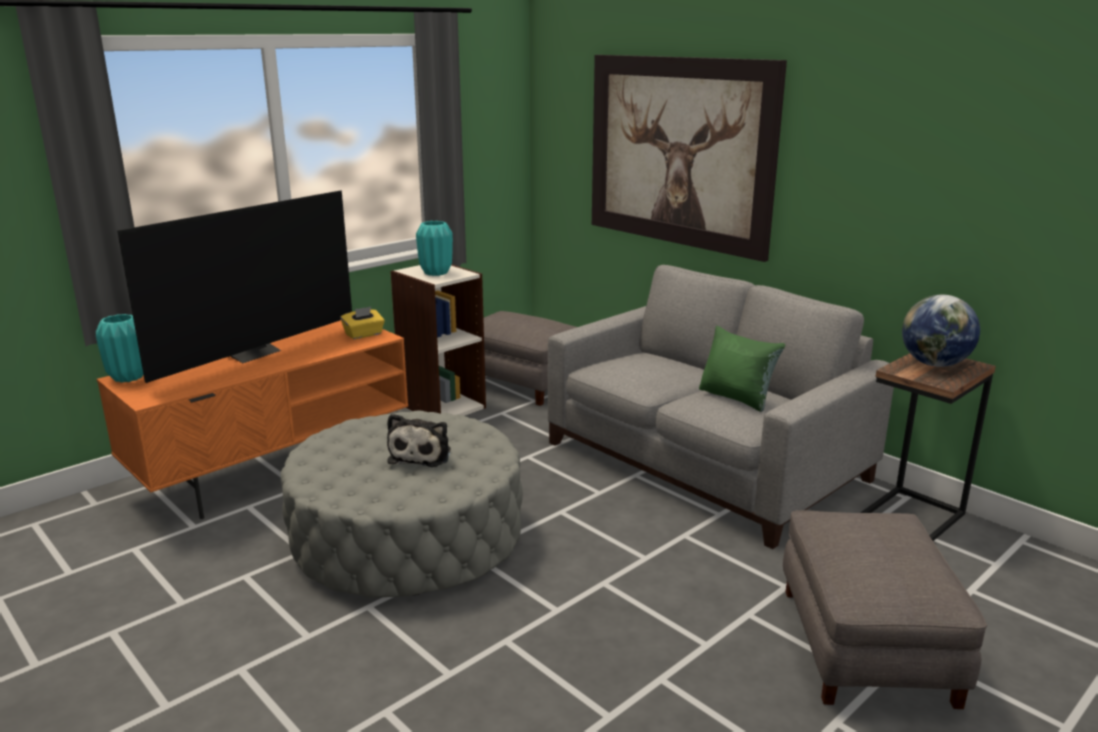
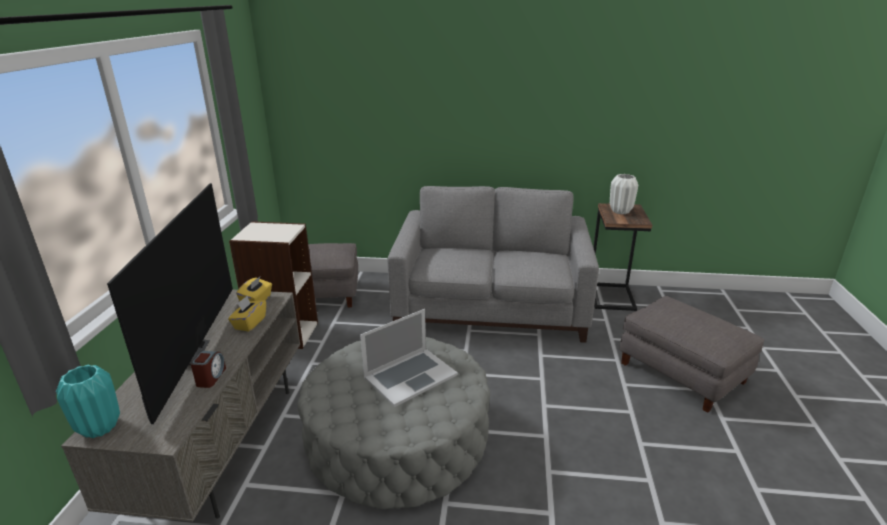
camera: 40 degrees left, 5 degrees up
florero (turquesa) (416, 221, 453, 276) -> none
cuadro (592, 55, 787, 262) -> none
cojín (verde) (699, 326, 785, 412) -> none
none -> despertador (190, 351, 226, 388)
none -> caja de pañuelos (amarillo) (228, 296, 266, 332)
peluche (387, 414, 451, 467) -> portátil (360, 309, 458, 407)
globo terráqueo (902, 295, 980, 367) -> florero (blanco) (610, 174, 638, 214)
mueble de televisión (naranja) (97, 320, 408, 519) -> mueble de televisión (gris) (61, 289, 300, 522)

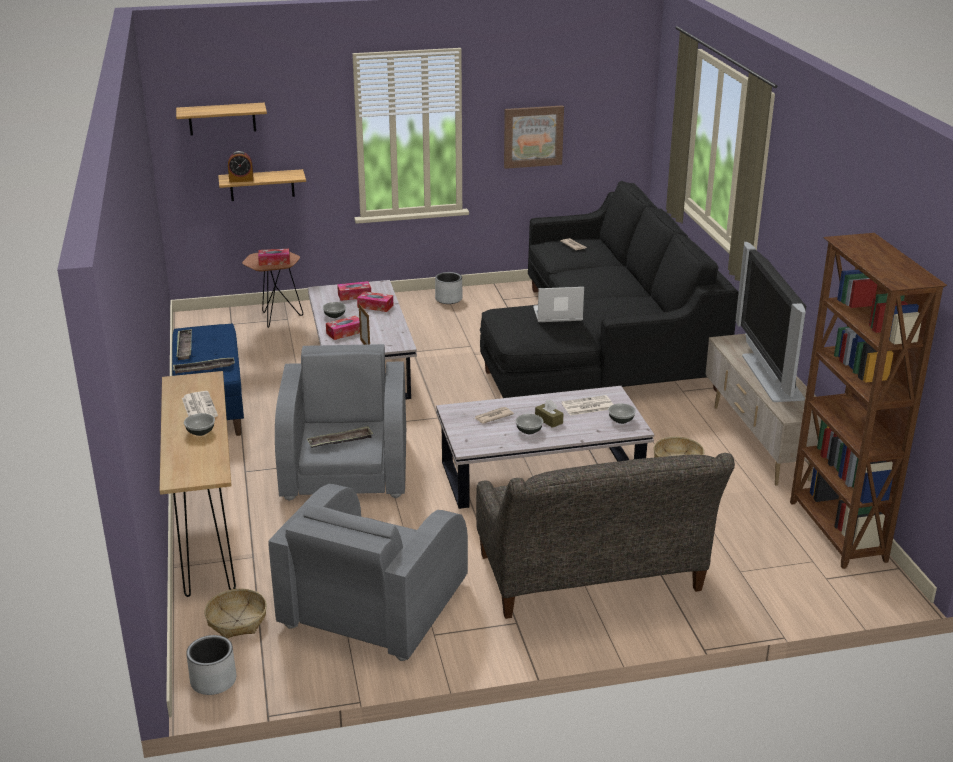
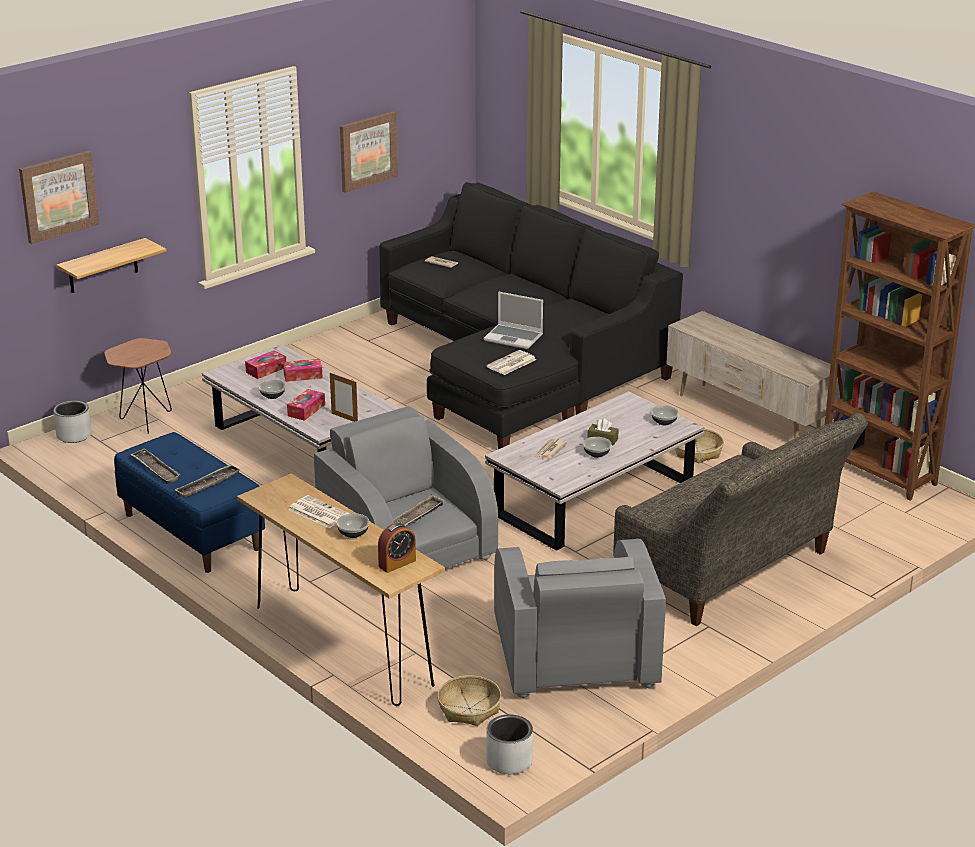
camera: 30 degrees left, 0 degrees up
caja de pañuelos (258, 249, 290, 266) -> none
televisor (736, 242, 806, 402) -> none
despertador (228, 151, 254, 182) -> despertador (378, 523, 416, 573), move
maceta (gris) (435, 272, 463, 304) -> maceta (gris) (53, 401, 92, 443), move
periódico (562, 395, 614, 416) -> periódico (486, 350, 536, 375), move
estante (176, 103, 267, 135) -> cuadro (19, 151, 99, 244)
portátil (533, 287, 584, 322) -> portátil (484, 291, 543, 349), 120 degrees counterclockwise

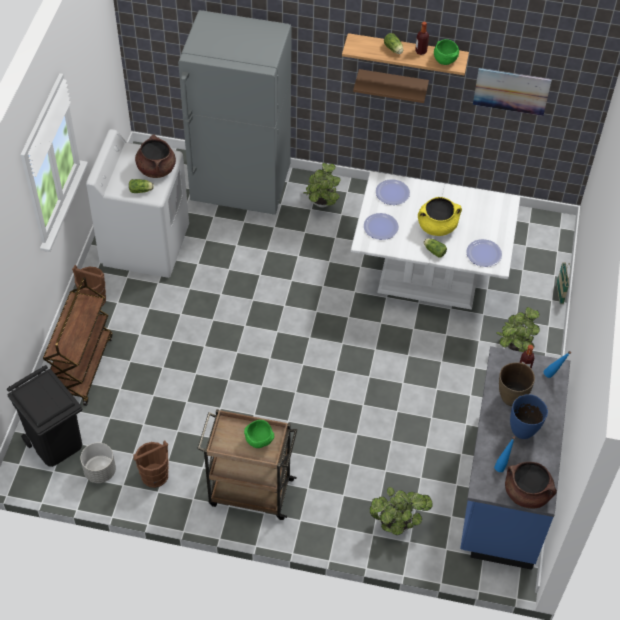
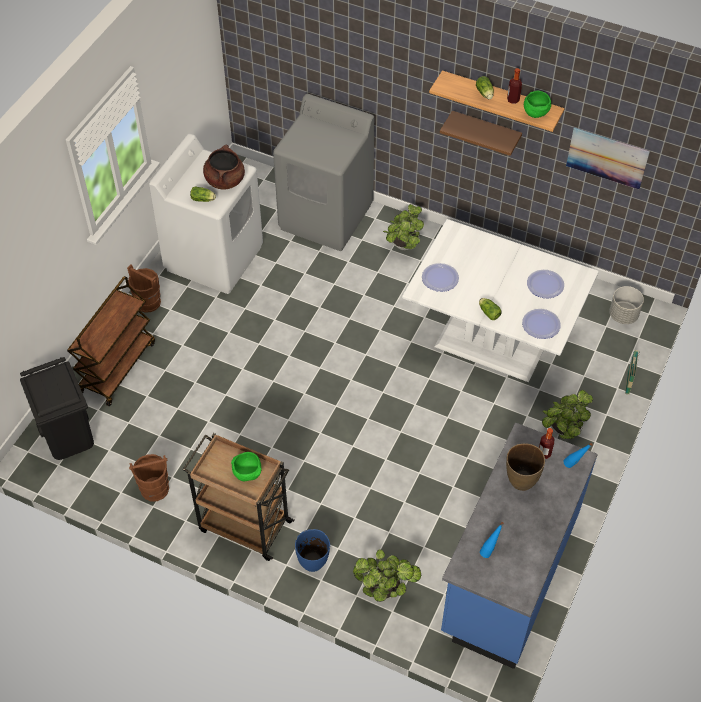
camera: 15 degrees right, 0 degrees up
olla (amarillo) (418, 197, 462, 236) -> none
olla (marrón) (505, 462, 557, 508) -> none
maceta (gris) (80, 443, 116, 483) -> maceta (gris) (609, 286, 644, 324), move
plato (376, 179, 410, 205) -> plato (527, 270, 564, 298), move
florero (azul) (510, 394, 548, 439) -> florero (azul) (295, 529, 330, 572), move
nevera (gris) (178, 10, 292, 215) -> lavadora (gris) (273, 94, 374, 251)

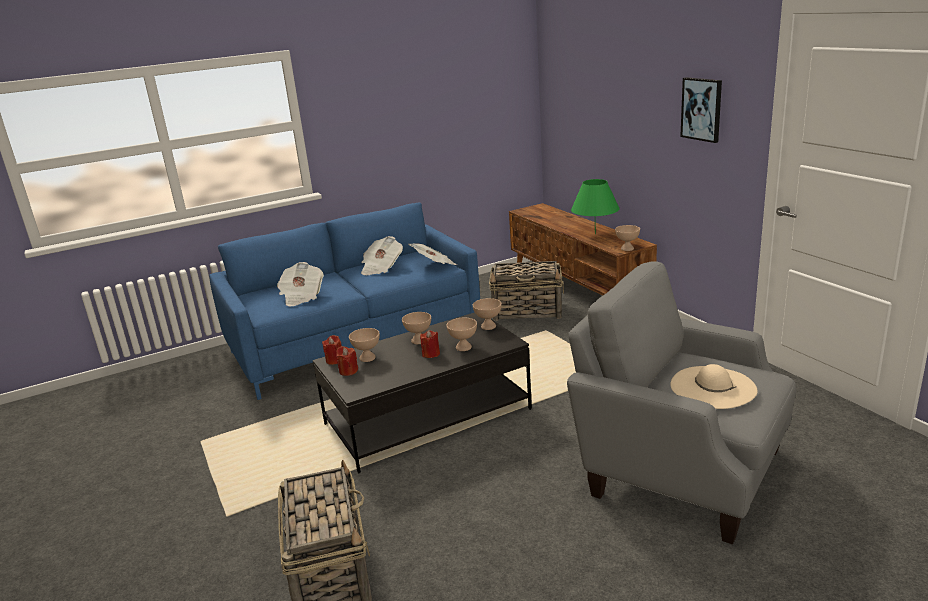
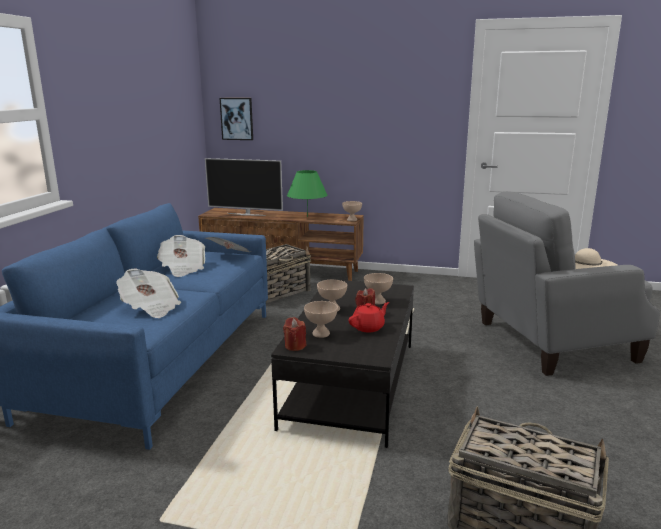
camera: 50 degrees left, 5 degrees down
vela (rojo) (336, 346, 358, 376) -> none
cuenco (beis) (473, 298, 502, 330) -> none
none -> televisor (205, 158, 283, 216)
none -> tetera (rojo) (349, 302, 389, 332)
cuadro (680, 77, 722, 143) -> cuadro (219, 98, 253, 140), move

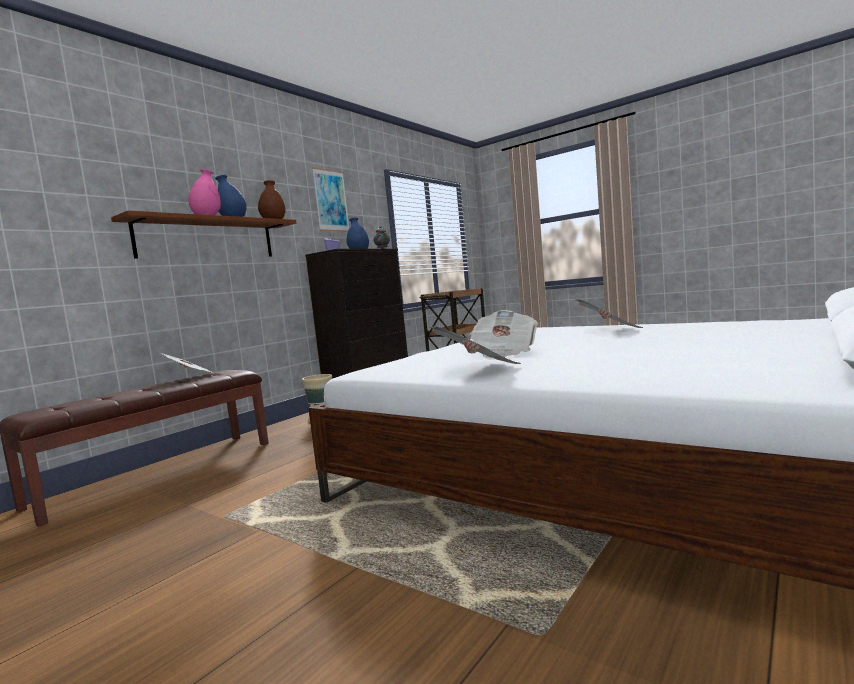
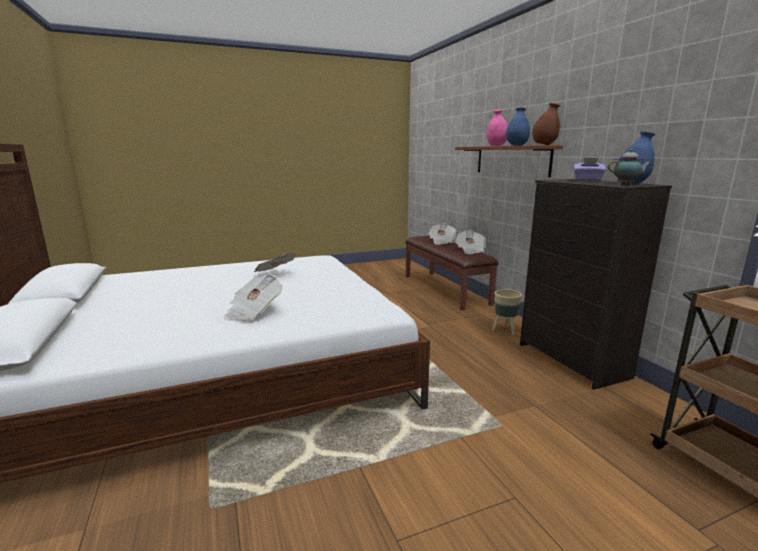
camera: 120 degrees right, 10 degrees up
cuadro (312, 167, 349, 232) -> none
periódico (430, 327, 521, 364) -> periódico (428, 223, 457, 245), move

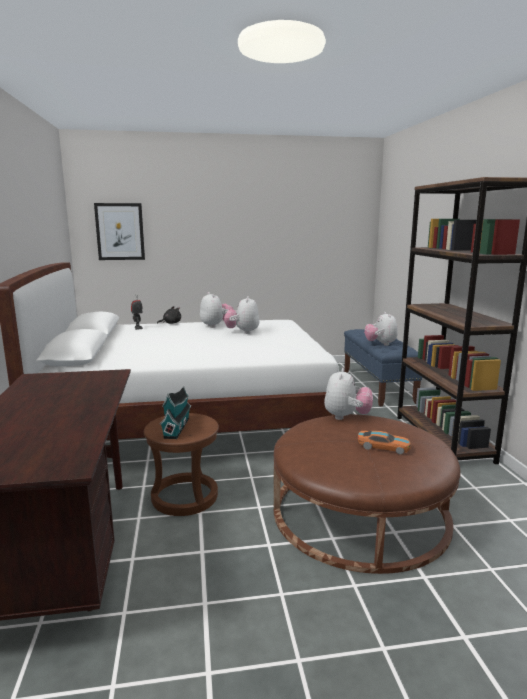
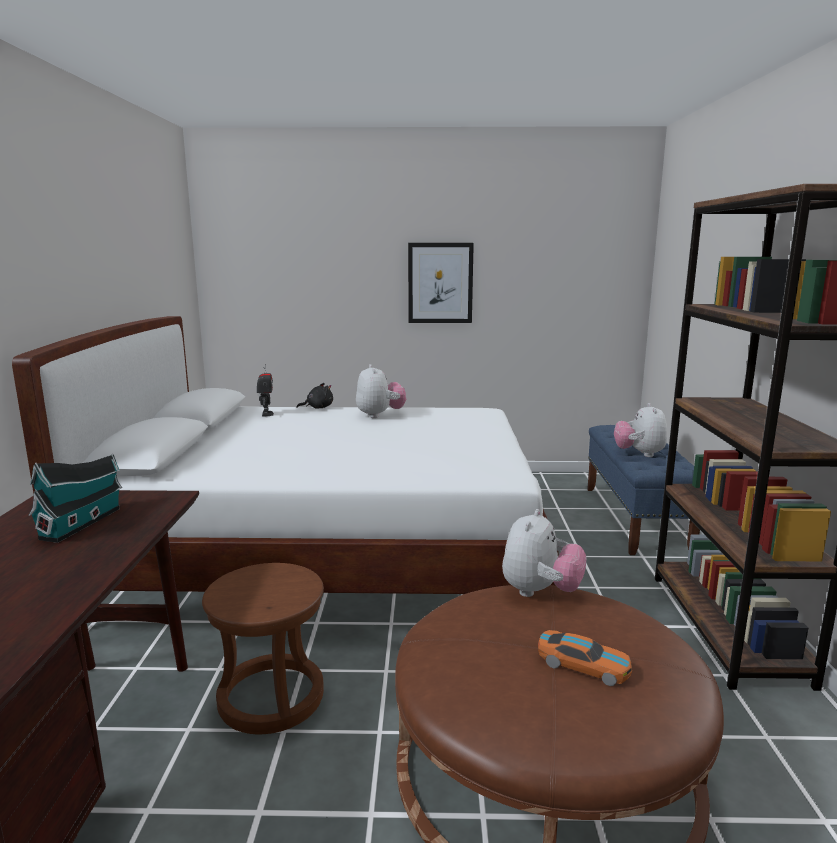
camera: 10 degrees right, 0 degrees up
peluche (224, 296, 259, 334) -> none
cuadro (94, 203, 145, 260) -> cuadro (408, 243, 474, 323), move
casita (160, 386, 191, 439) -> casita (28, 454, 122, 543), move

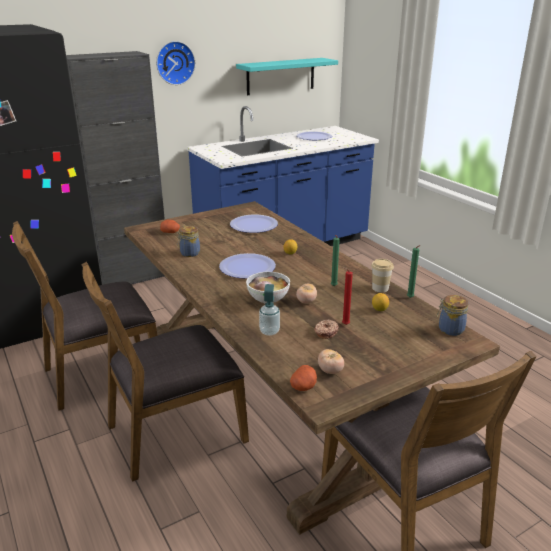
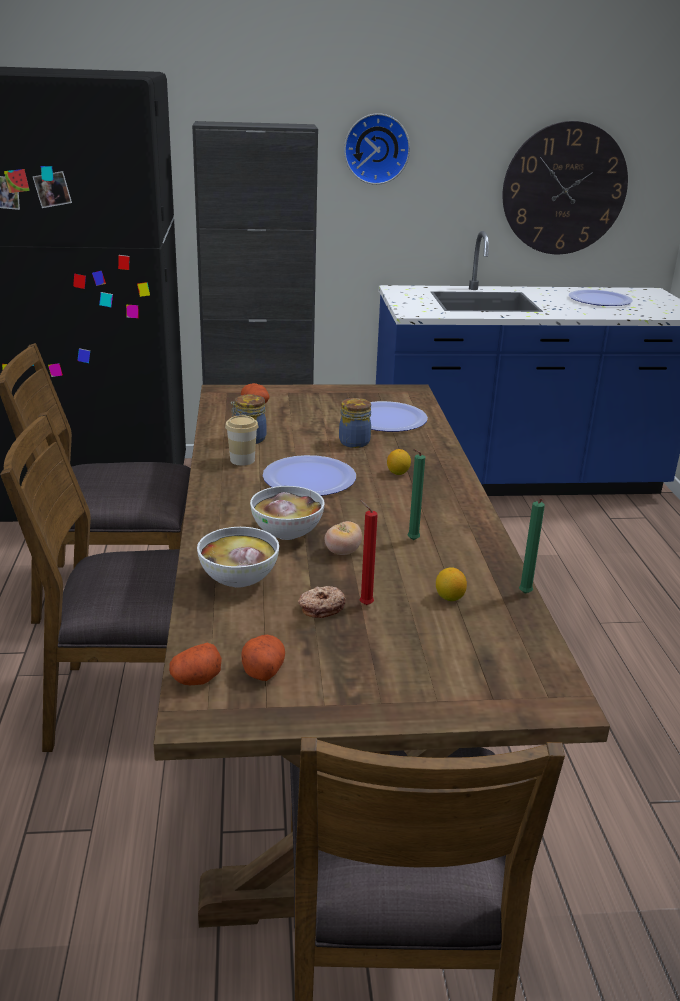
camera: 25 degrees right, 0 degrees up
taza (371, 259, 394, 292) -> taza (225, 415, 258, 466), move
tarro (437, 295, 468, 336) -> tarro (339, 398, 371, 448), move
estante (turquesa) (236, 58, 338, 95) -> reloj de pared (503, 121, 628, 254)
dispensador de jabón (259, 284, 280, 336) -> cuenco (197, 527, 279, 588)
tomate (318, 349, 344, 374) -> patata (241, 635, 285, 681)

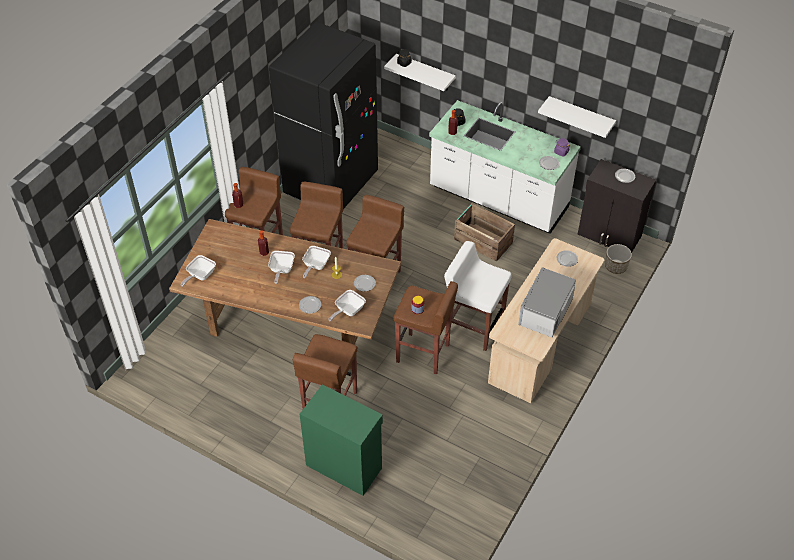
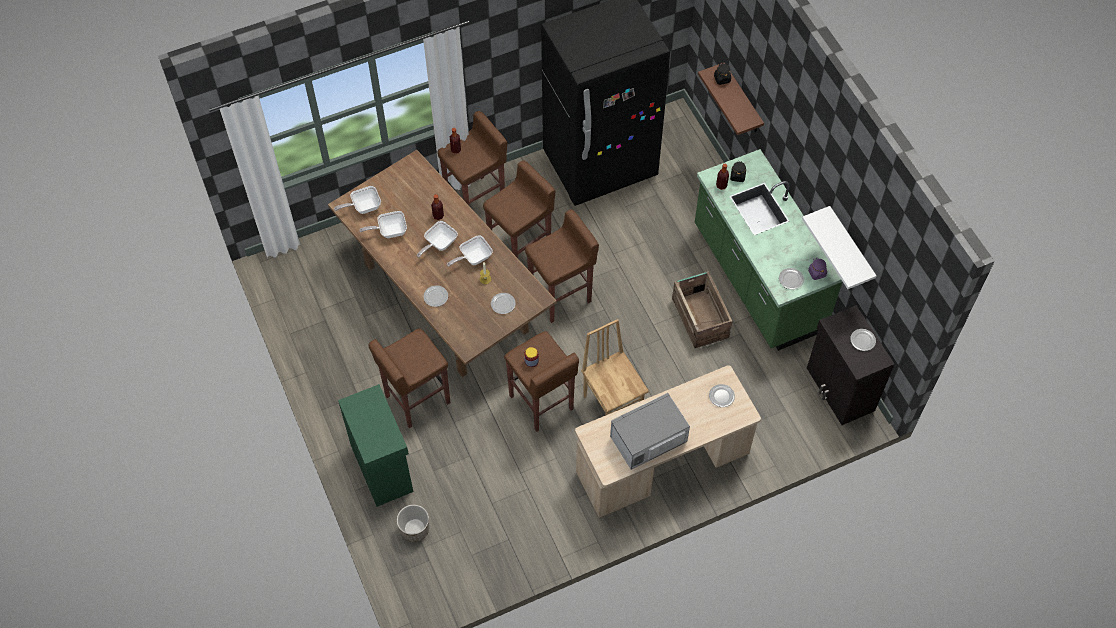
camera: 35 degrees right, 10 degrees up
sartén (328, 290, 366, 321) -> sartén (359, 211, 407, 238), move
maceta (605, 244, 632, 274) -> maceta (397, 505, 429, 542), move
taburete (blanco) (444, 241, 512, 351) -> silla (marrón) (581, 319, 649, 416)
estante (blanco) (384, 54, 456, 91) -> estante (marrón) (698, 63, 764, 135)
mueble bajo de cocina (blanco) (429, 100, 581, 234) -> mueble bajo de cocina (verde) (695, 149, 842, 351)

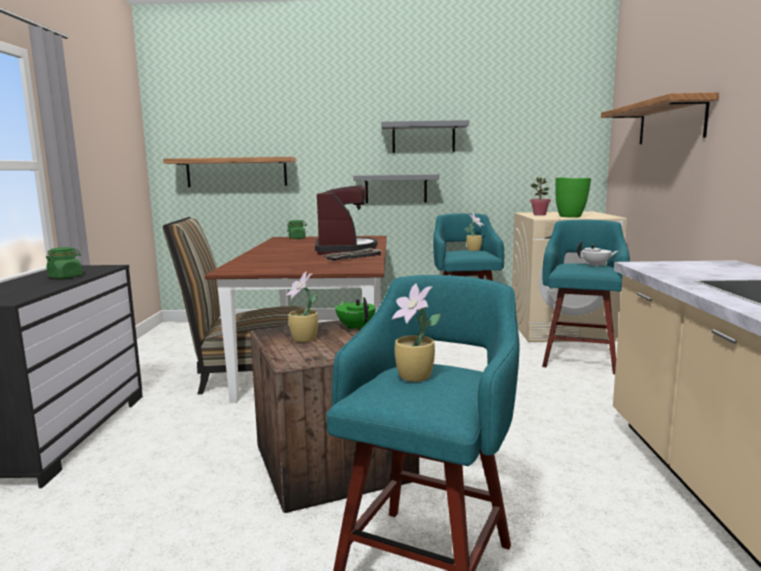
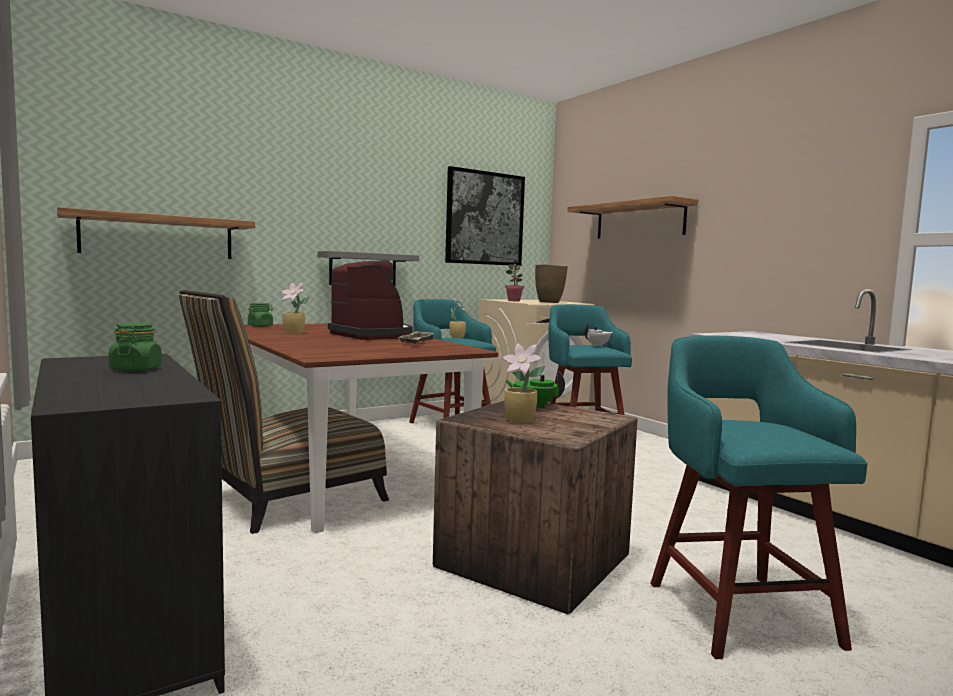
camera: 35 degrees left, 5 degrees down
estante (gris) (381, 120, 469, 153) -> none
none -> cuadro (445, 166, 525, 266)
planta en maceta (392, 283, 441, 382) -> planta en maceta (281, 282, 309, 334), move
florero (verde) (555, 177, 591, 218) -> florero (marrón) (535, 264, 568, 303)

